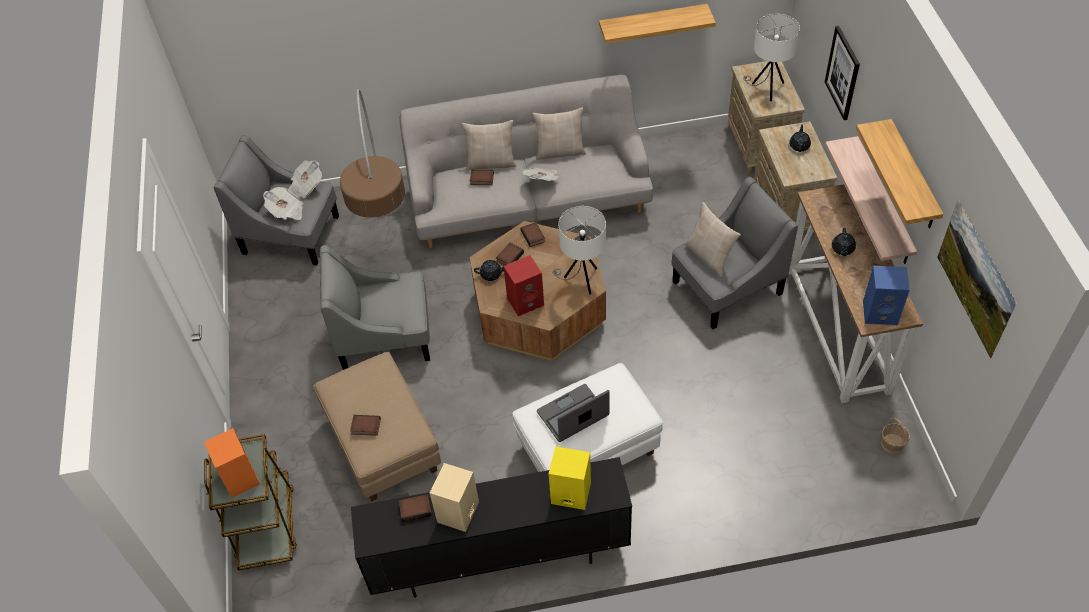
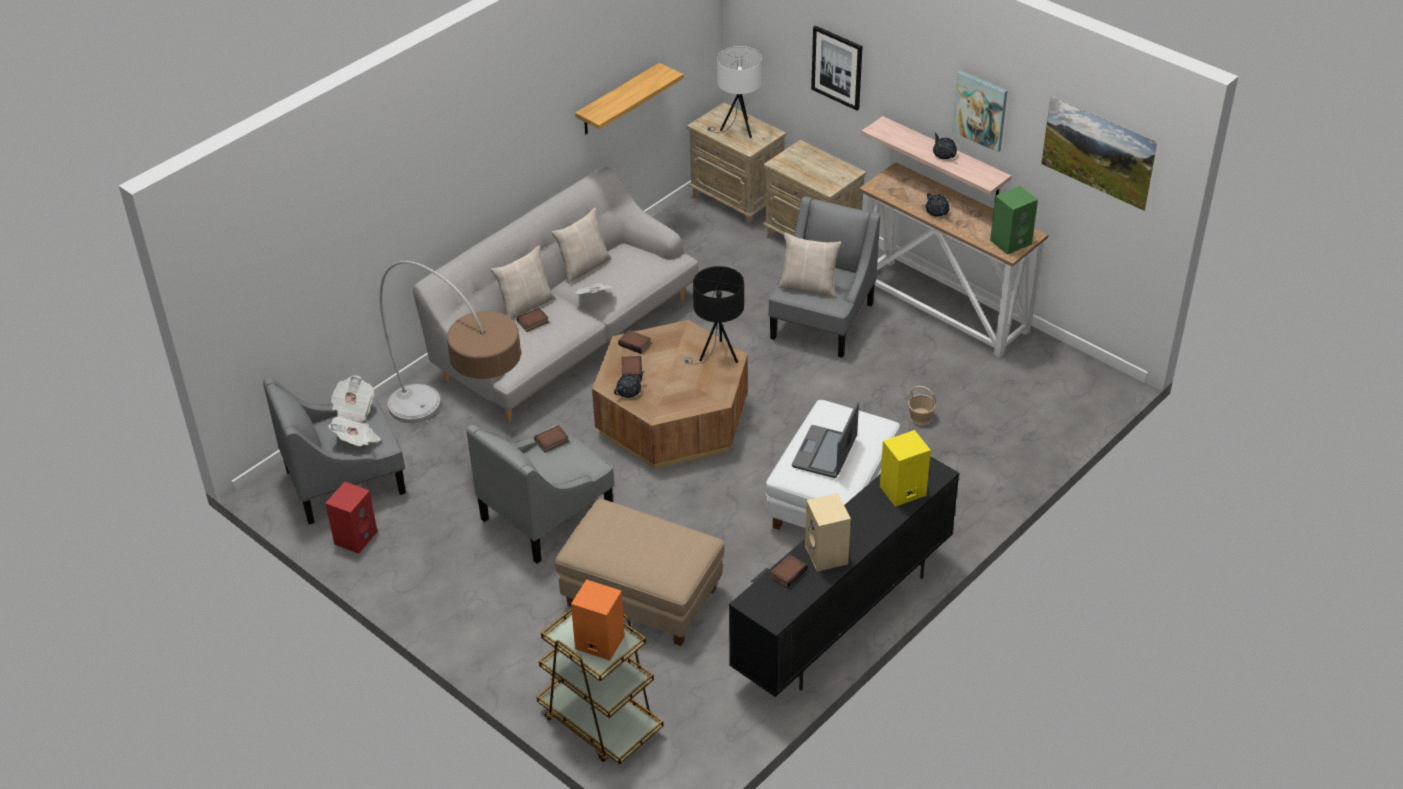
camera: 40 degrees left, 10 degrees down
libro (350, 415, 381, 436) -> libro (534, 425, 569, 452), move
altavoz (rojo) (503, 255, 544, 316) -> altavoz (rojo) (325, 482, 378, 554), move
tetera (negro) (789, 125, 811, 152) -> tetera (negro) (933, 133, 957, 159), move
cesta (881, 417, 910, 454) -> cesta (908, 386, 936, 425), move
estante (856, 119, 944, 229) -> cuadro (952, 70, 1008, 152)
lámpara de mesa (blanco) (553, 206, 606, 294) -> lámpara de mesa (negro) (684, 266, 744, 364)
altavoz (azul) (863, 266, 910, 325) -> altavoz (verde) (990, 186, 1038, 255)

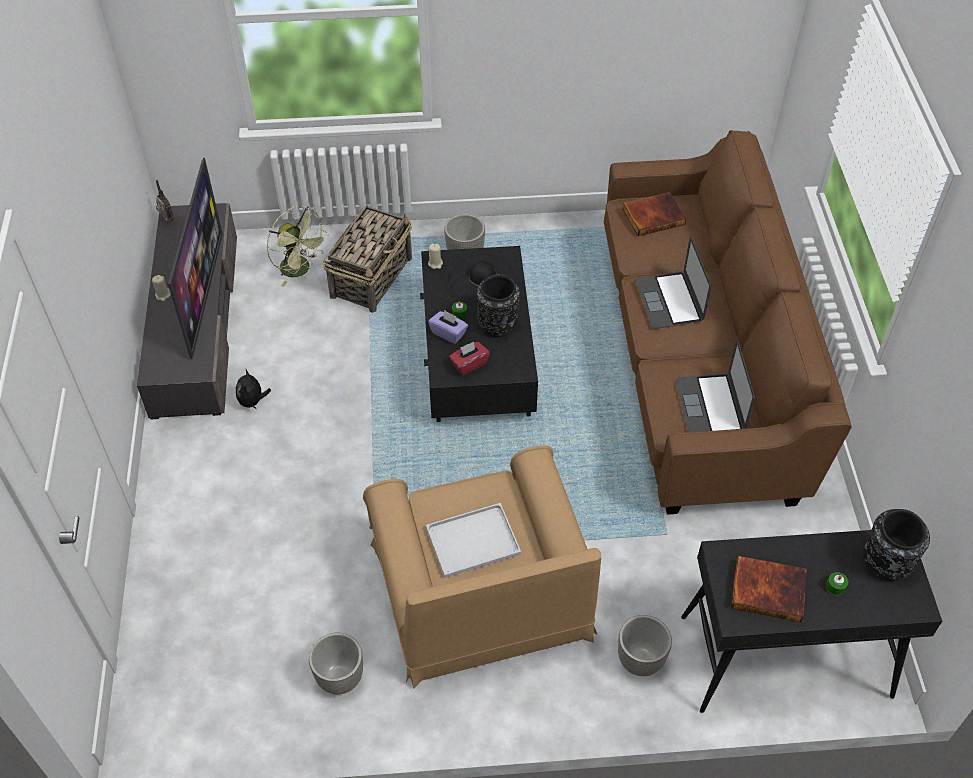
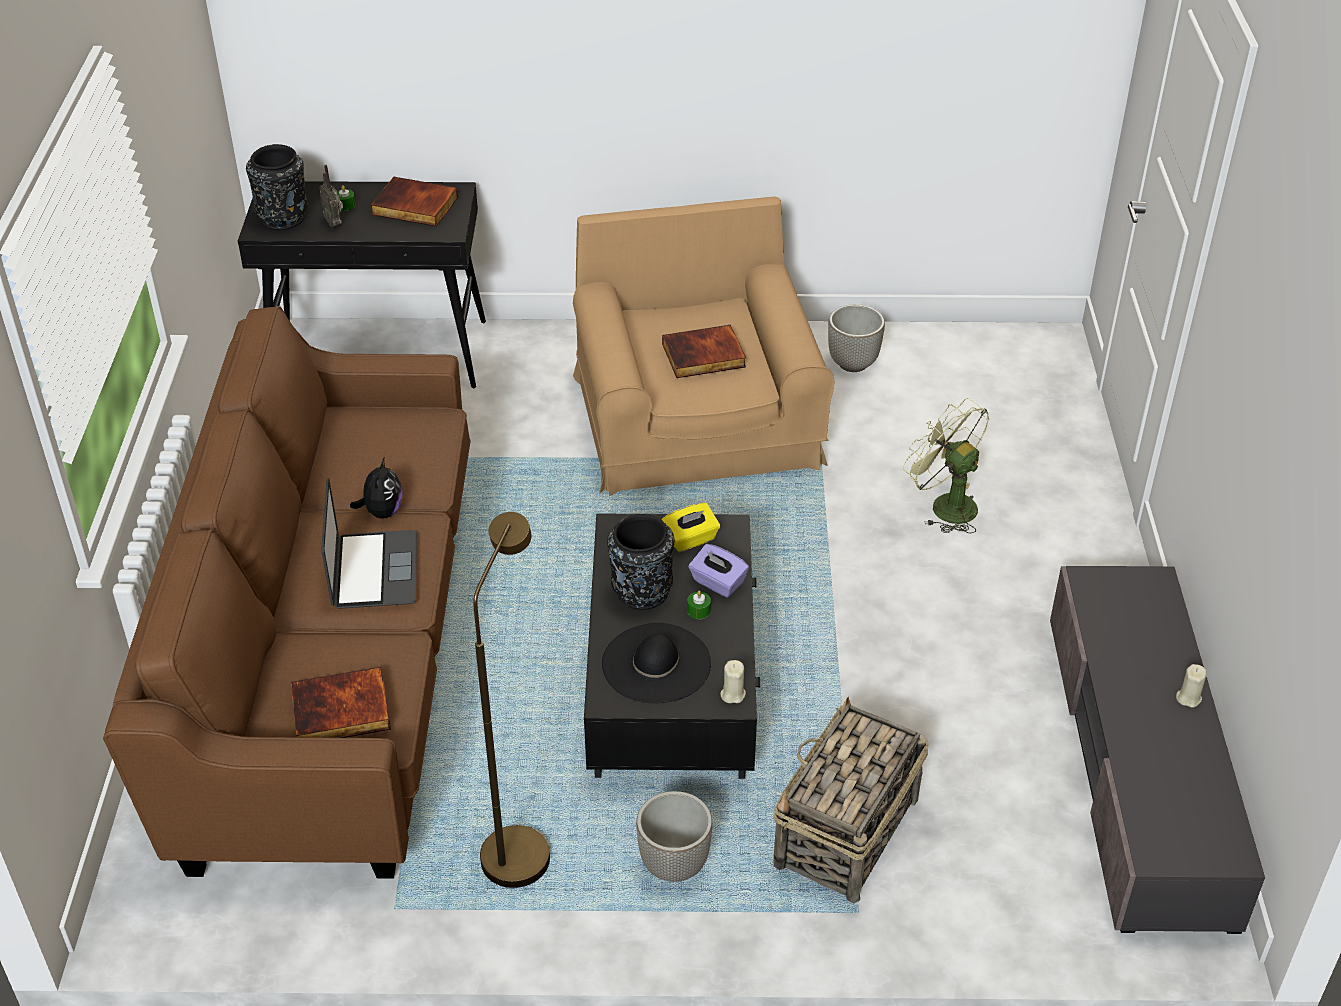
camera: 175 degrees left, 10 degrees down
televisor (168, 158, 223, 359) -> none
maceta (618, 615, 672, 676) -> none
portátil (676, 340, 755, 432) -> none
none -> lámpara de pie (marrón) (473, 512, 550, 888)
radio (156, 180, 174, 223) -> radio (319, 165, 343, 228), move
peluche (236, 370, 271, 410) -> peluche (350, 458, 403, 519), move
ventilador (verde) (267, 205, 329, 287) -> ventilador (verde) (903, 398, 989, 533), move
bandeja (blanco) (426, 503, 521, 578) -> libro (662, 325, 746, 378)
caja de pañuelos (rojo) (449, 342, 490, 376) -> caja de pañuelos (amarillo) (661, 503, 720, 552)

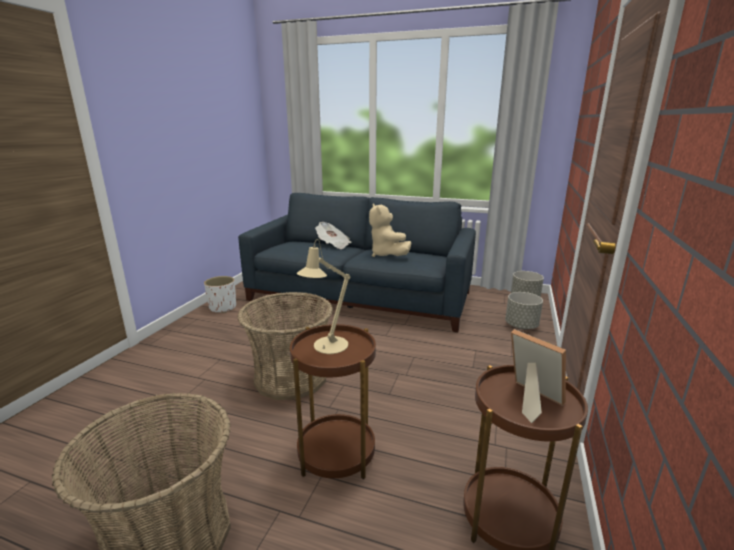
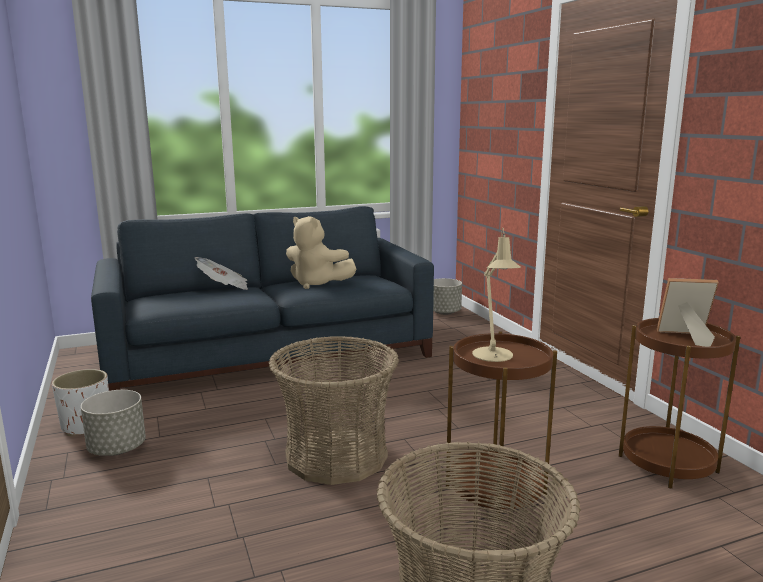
camera: 40 degrees left, 5 degrees down
maceta (gris) (505, 292, 543, 329) -> maceta (gris) (81, 390, 146, 456), move

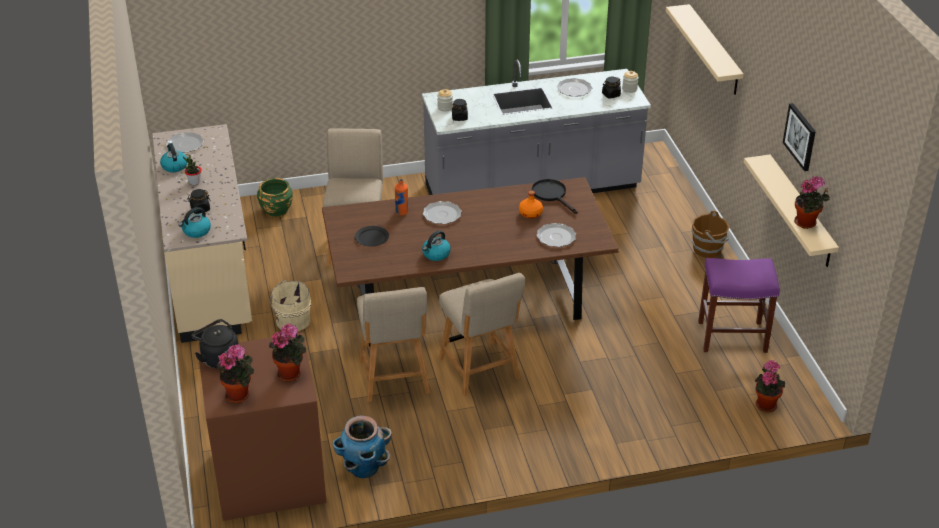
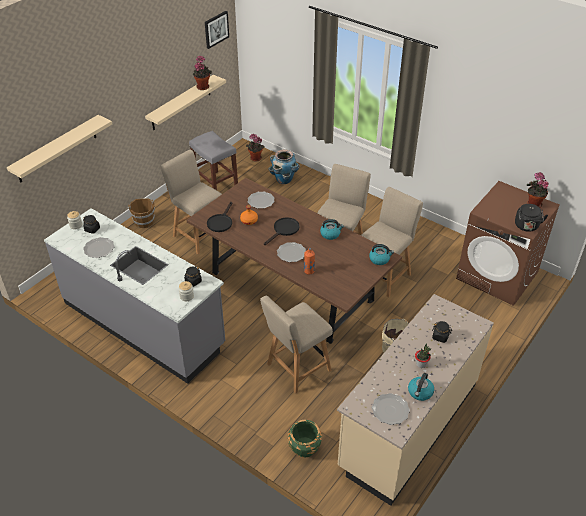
camera: 130 degrees left, 5 degrees up
planta en maceta (269, 324, 306, 382) -> none
plato (negro) (355, 226, 389, 247) -> none
none -> silla (beis) (161, 149, 222, 254)
none -> sartén (negro) (264, 217, 300, 245)
hervidor (179, 207, 211, 238) -> hervidor (369, 244, 394, 265), move
maceta (333, 416, 392, 478) -> maceta (269, 149, 300, 184), move
cuadro (783, 103, 816, 171) -> cuadro (205, 11, 229, 49), move
taburete (morado) (698, 258, 780, 353) -> taburete (gris) (189, 131, 238, 190)

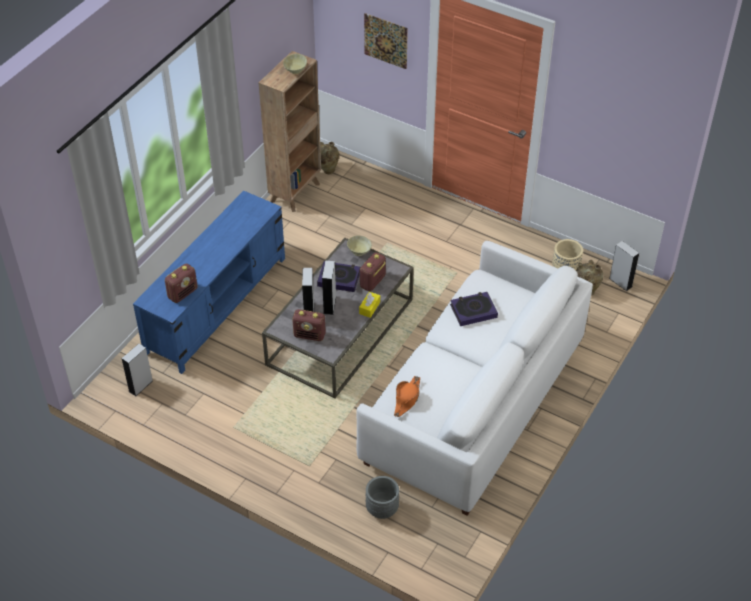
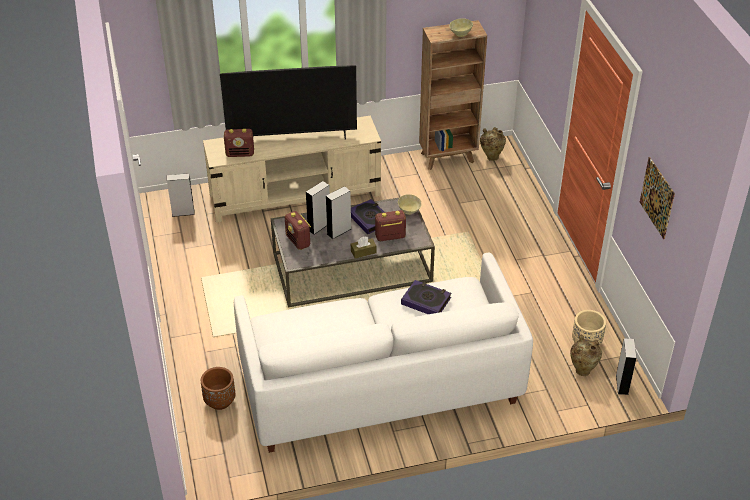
camera: 45 degrees right, 5 degrees down
sombrero (naranja) (394, 376, 420, 417) -> none
none -> televisor (220, 65, 357, 139)
cuadro (364, 13, 408, 69) -> cuadro (640, 157, 675, 239), move
mueble de televisión (azul) (133, 191, 285, 374) -> mueble de televisión (beis) (203, 116, 381, 223)
caja de pañuelos (amarillo) (359, 292, 380, 318) -> caja de pañuelos (marrón) (351, 236, 377, 258)
maceta (gris) (366, 476, 399, 519) -> maceta (marrón) (201, 367, 235, 410)

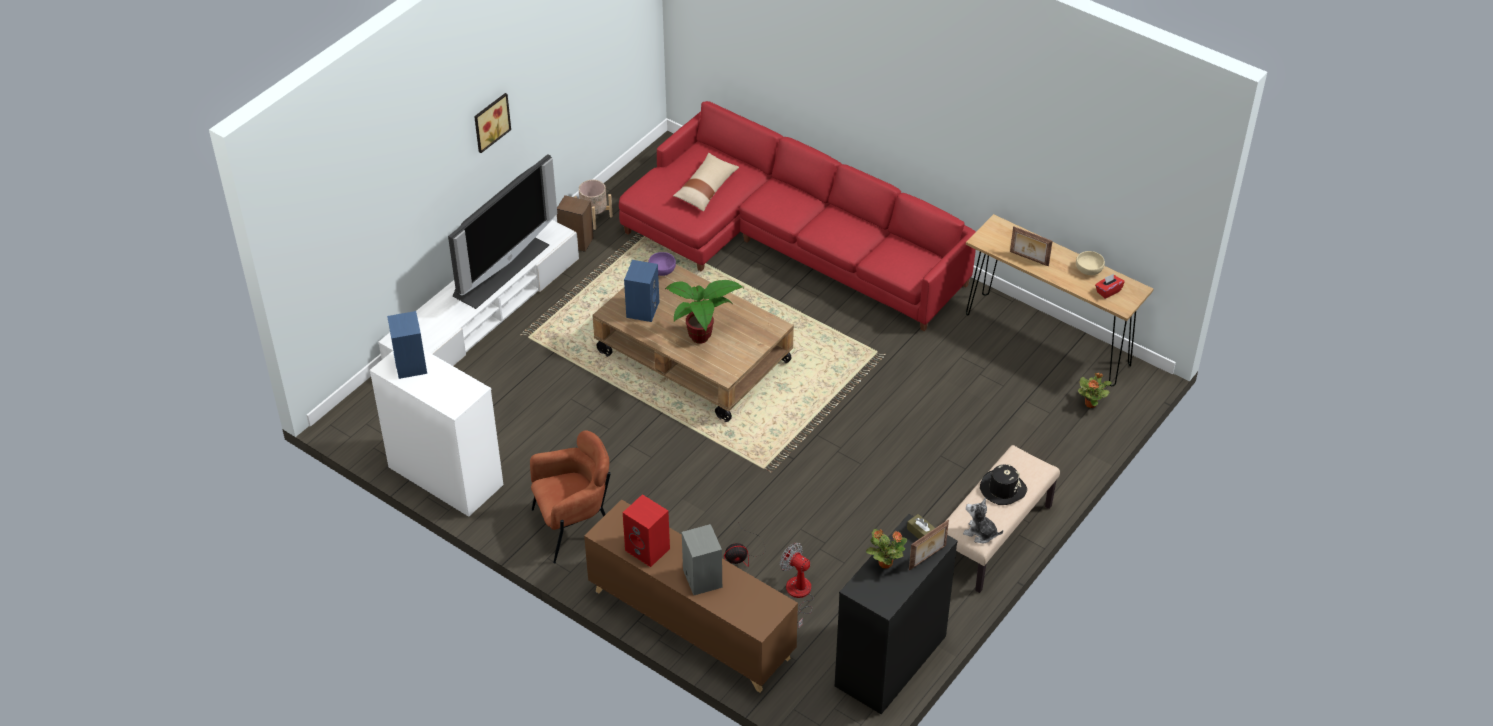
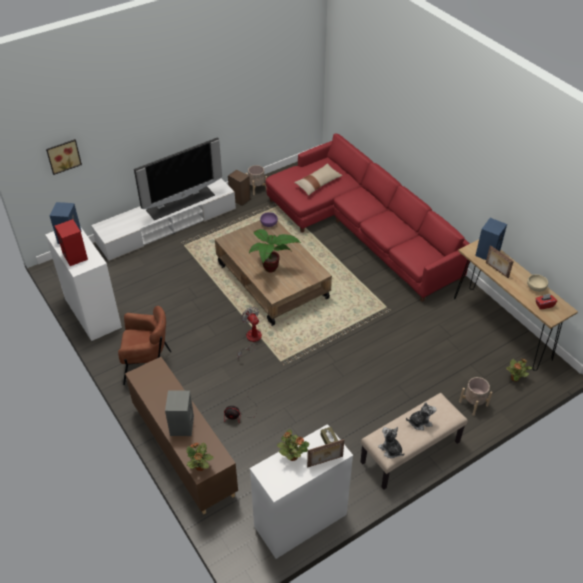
camera: 20 degrees right, 0 degrees up
none -> planta en maceta (187, 443, 213, 471)
none -> maceta (beis) (459, 377, 492, 416)
cuadro (474, 93, 511, 153) -> cuadro (46, 139, 82, 175), move
altavoz (rojo) (623, 494, 670, 567) -> altavoz (rojo) (55, 219, 88, 266), move
altavoz (azul) (624, 260, 659, 322) -> altavoz (azul) (475, 218, 507, 260), move
ventilador (780, 543, 814, 628) -> ventilador (238, 307, 262, 359), move
sombrero (negro) (980, 464, 1027, 505) -> peluche (406, 402, 437, 430)
cómoda (negro) (835, 514, 958, 714) -> cómoda (blanco) (250, 424, 353, 559)

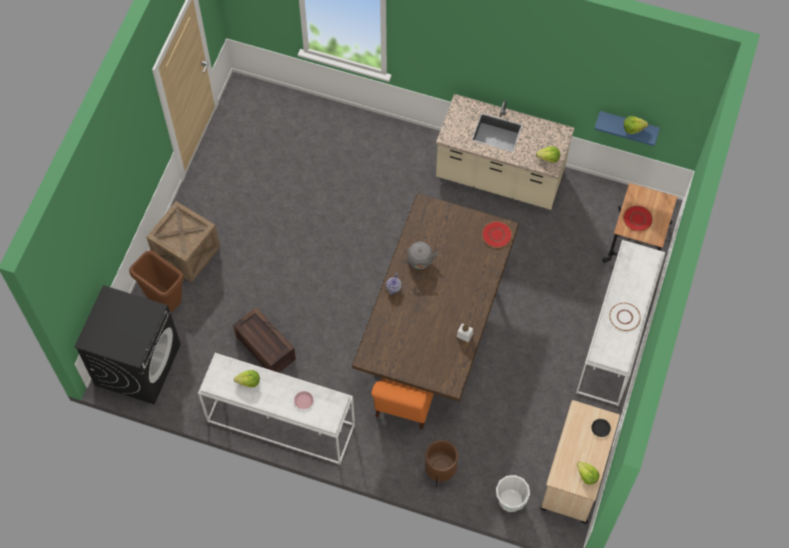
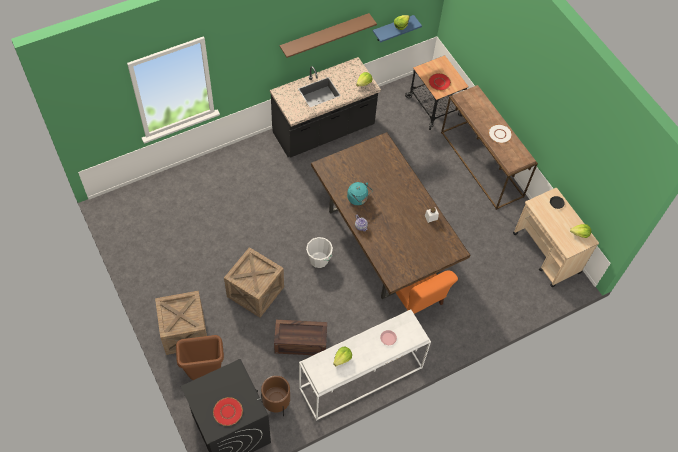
camera: 50 degrees left, 5 degrees down
none -> caja de embalaje (224, 247, 284, 318)
none -> estante (marrón) (280, 13, 377, 58)
maceta (marrón) (425, 440, 458, 487) -> maceta (marrón) (261, 376, 290, 416), move
plato (rojo) (482, 221, 512, 248) -> plato (rojo) (213, 397, 243, 426), move
cubo (blanco) (496, 475, 530, 512) -> cubo (blanco) (306, 237, 333, 268), move
hervidor (gris) (407, 242, 438, 269) -> hervidor (turquesa) (347, 182, 373, 205)
mueble bajo de cocina (beis) (436, 94, 574, 210) -> mueble bajo de cocina (negro) (270, 57, 381, 157)
mesa consola (blanco) (576, 240, 665, 406) -> mesa consola (marrón) (441, 85, 538, 210)

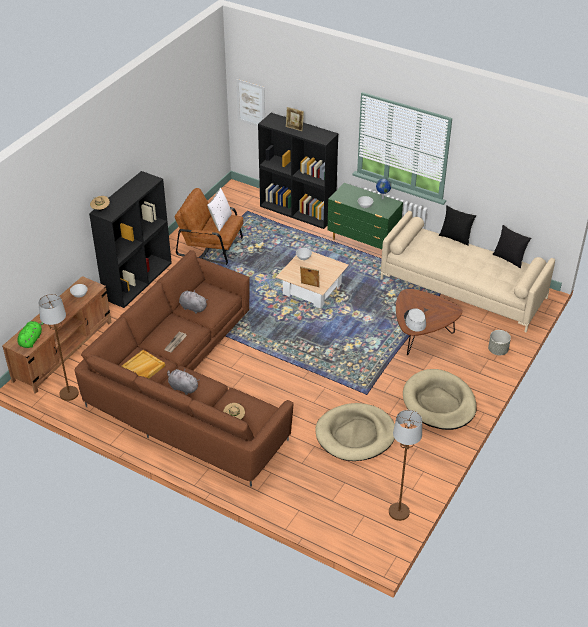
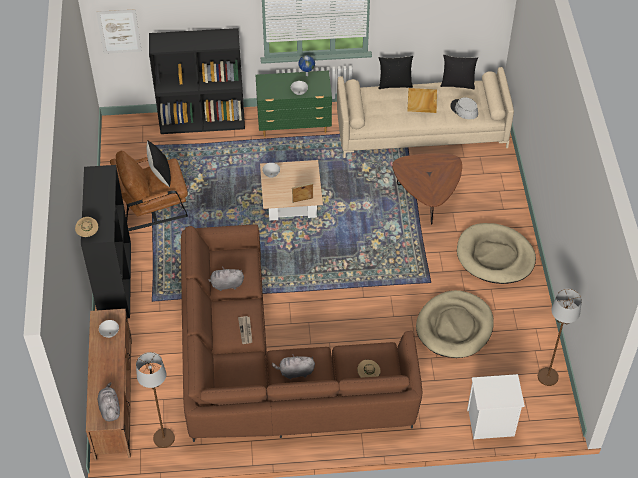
camera: 35 degrees left, 10 degrees up
portarretratos (286, 107, 304, 131) -> none
maceta (gris) (488, 330, 511, 355) -> none
none -> mesita de noche (blanco) (467, 374, 525, 439)
bandeja (beis) (121, 350, 165, 378) -> bandeja (beis) (407, 88, 437, 113), move
sombrero (gris) (404, 308, 426, 332) -> sombrero (gris) (450, 97, 478, 120), move
peluche (verde) (17, 321, 45, 348) -> peluche (gris) (98, 382, 120, 421)
cojín (blanco) (207, 188, 232, 232) -> cojín (negro) (147, 140, 171, 187)

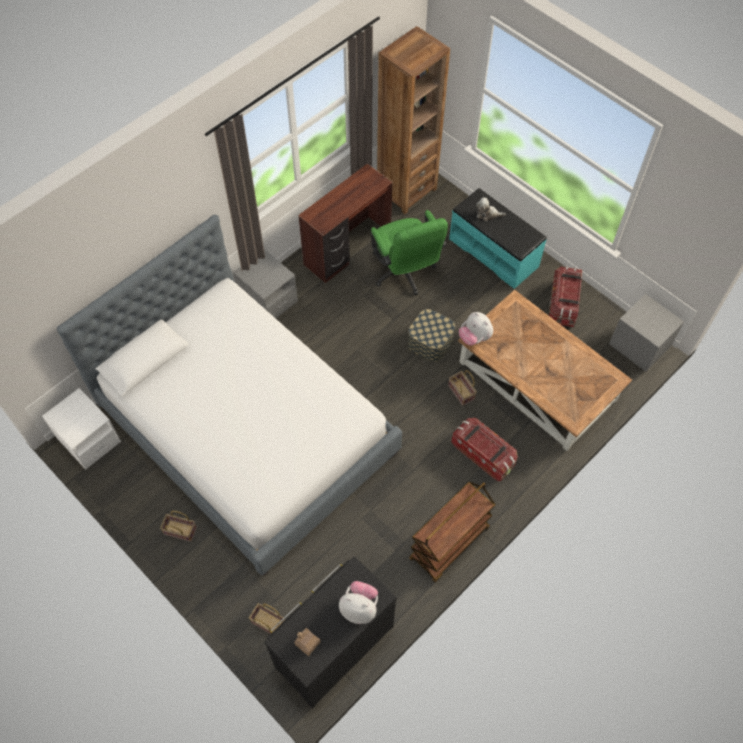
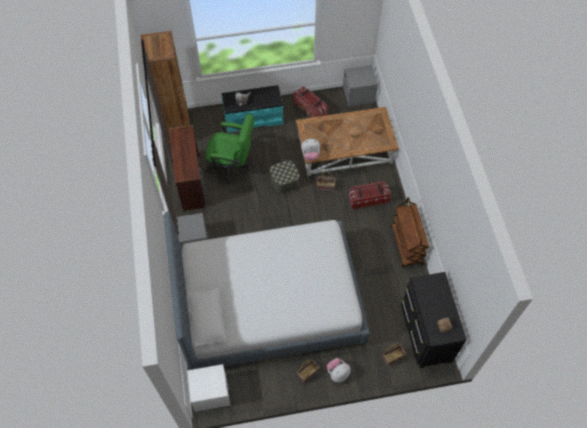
camera: 55 degrees left, 0 degrees up
peluche (339, 581, 378, 624) -> peluche (326, 358, 351, 383), move

